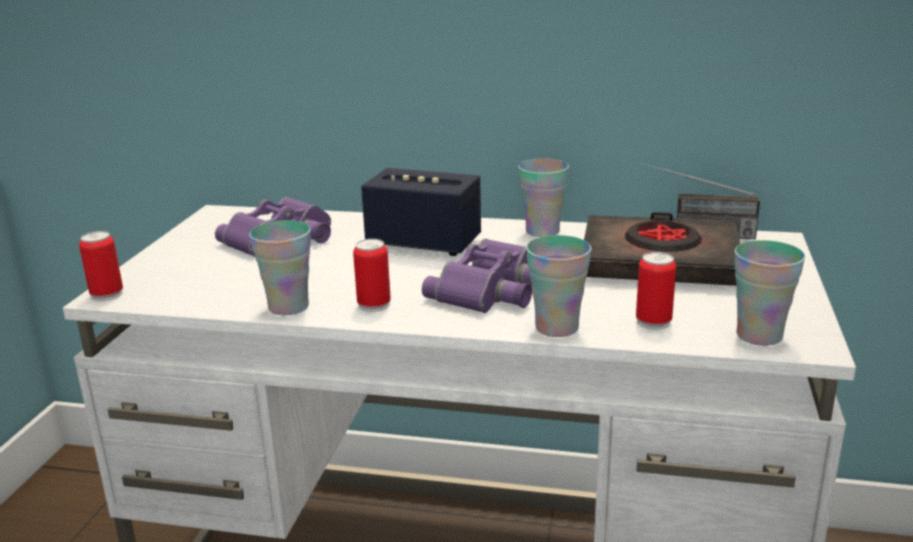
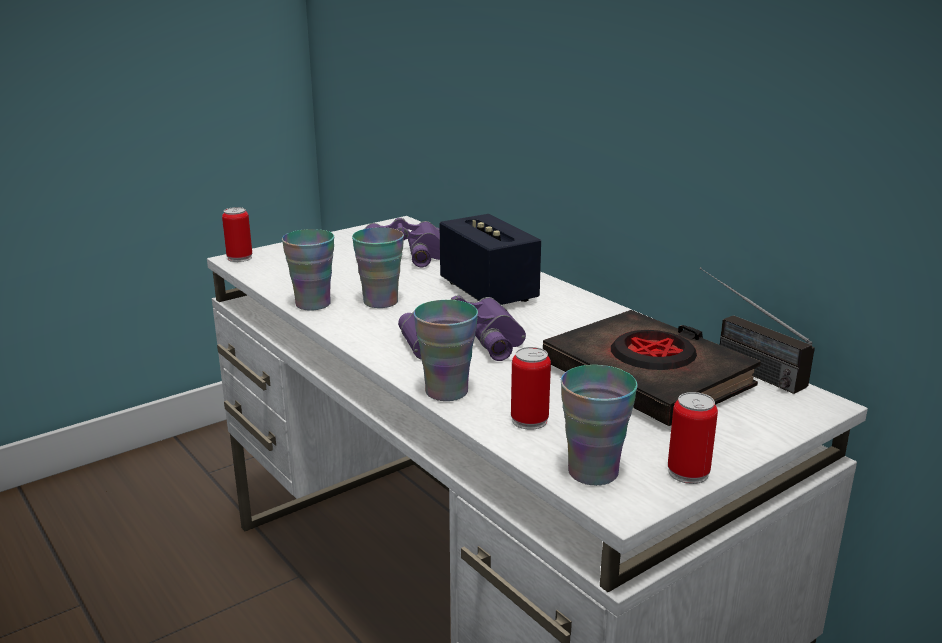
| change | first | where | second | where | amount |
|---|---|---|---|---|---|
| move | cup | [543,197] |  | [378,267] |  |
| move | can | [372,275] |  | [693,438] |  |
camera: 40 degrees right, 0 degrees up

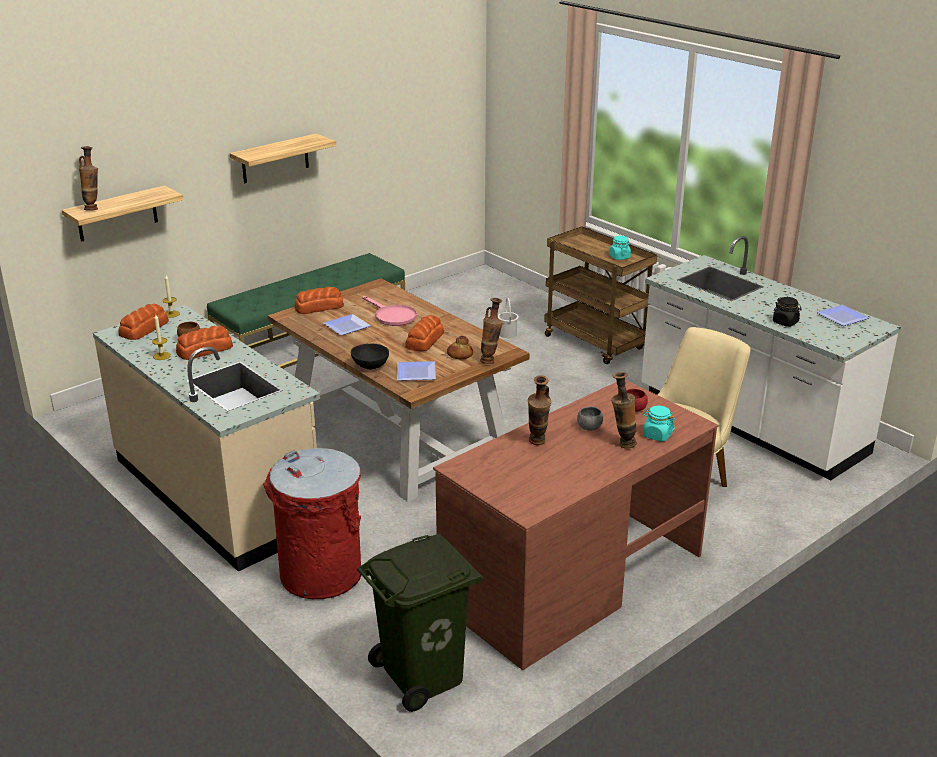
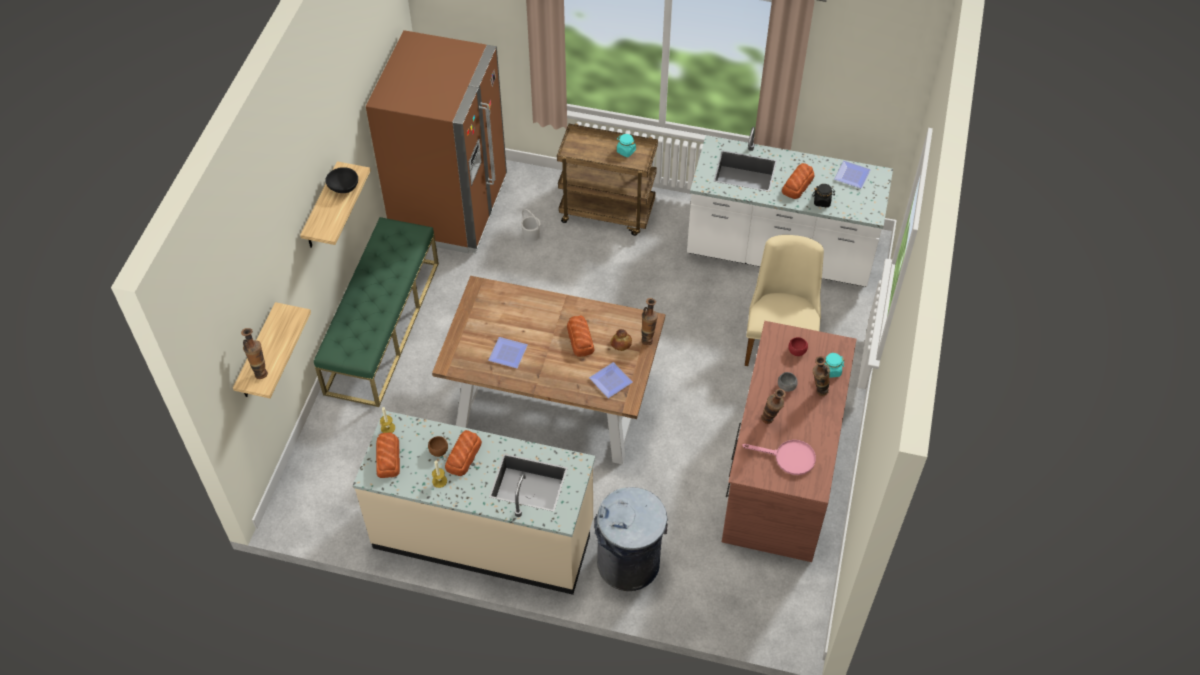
| change | first | where | second | where | amount |
|---|---|---|---|---|---|
| move | bowl (black) | [370,356] |  | [341,180] |  |
| insert |  |  | fridge (brown) | [436,141] |  |
| recolor | trash can (red) | [312,523] | trash can (grey) | [631,539] |  |
| move | frying pan (pink) | [390,311] |  | [779,457] |  |
| move | bread | [319,300] |  | [798,181] |  |
| delete | trash can (green) | [420,622] |  |  |  |
camera: 35 degrees left, 25 degrees up

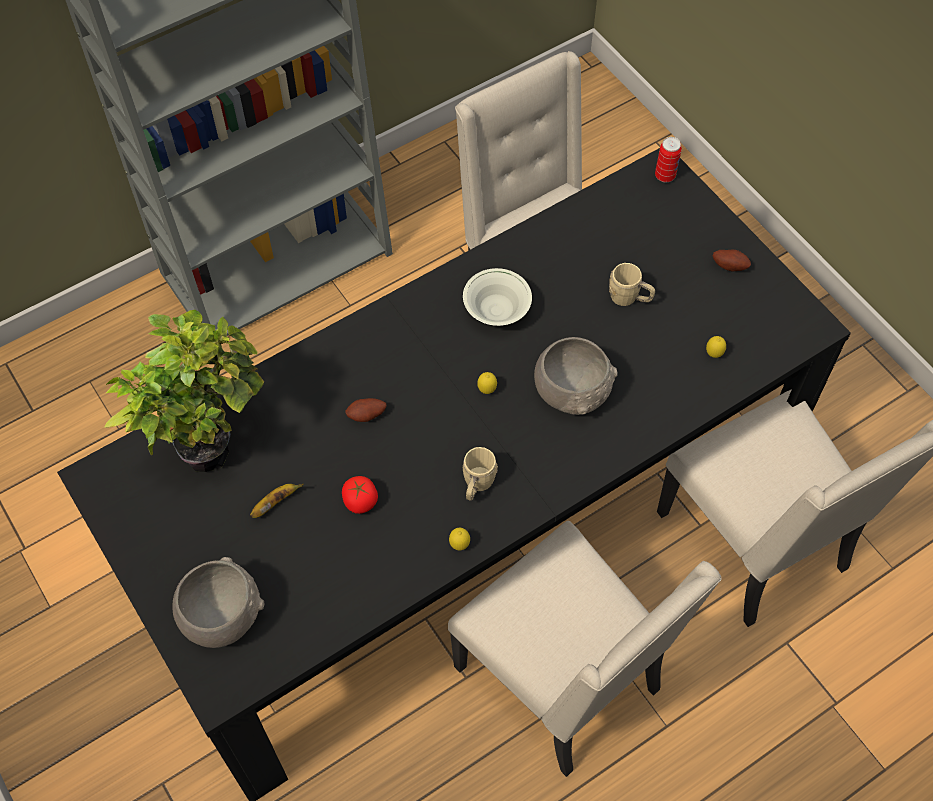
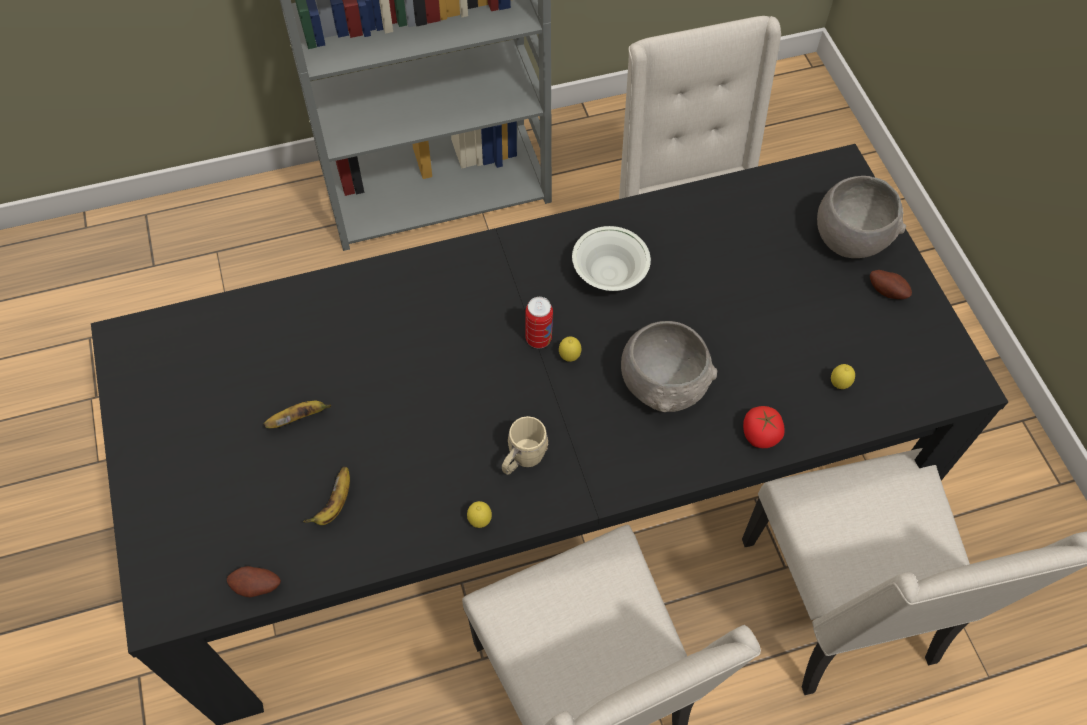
| change | first | where | second | where | amount |
|---|---|---|---|---|---|
| move | potato | [366,410] |  | [254,581] |  |
| insert |  |  | banana | [326,496] |  |
| move | can | [668,159] |  | [539,322] |  |
| move | tomato | [360,495] |  | [764,427] |  |
| move | bowl (grey) | [218,602] |  | [861,217] |  |
| delete | potted plant | [184,391] |  |  |  |
| delete | mug (beige) | [632,284] |  |  |  |
camera: 15 degrees right, 0 degrees up

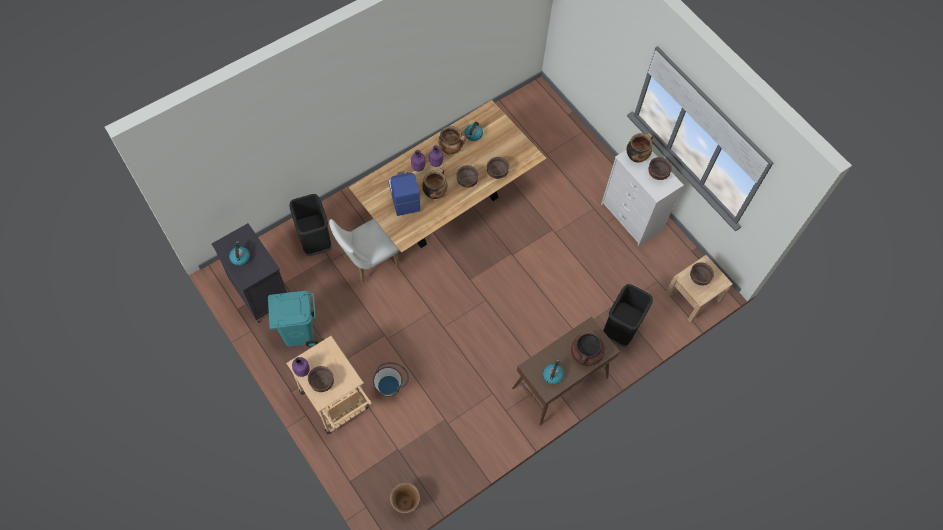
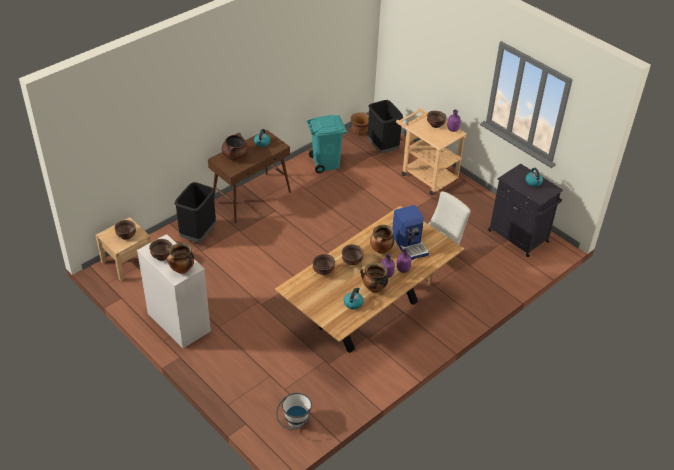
| change | first | where | second | where | amount |
|---|---|---|---|---|---|
| move | bucket (white) | [391,379] |  | [294,411] |  |
| move | trash can (turquoise) | [293,319] |  | [326,144] |  |
| move | trash can (black) | [310,225] |  | [385,126] |  |
camera: 175 degrees right, 20 degrees down

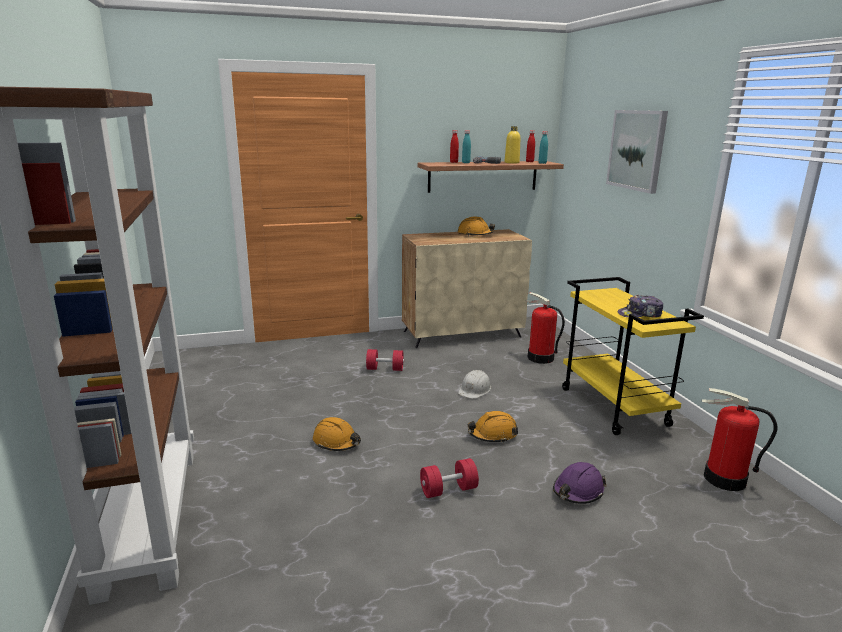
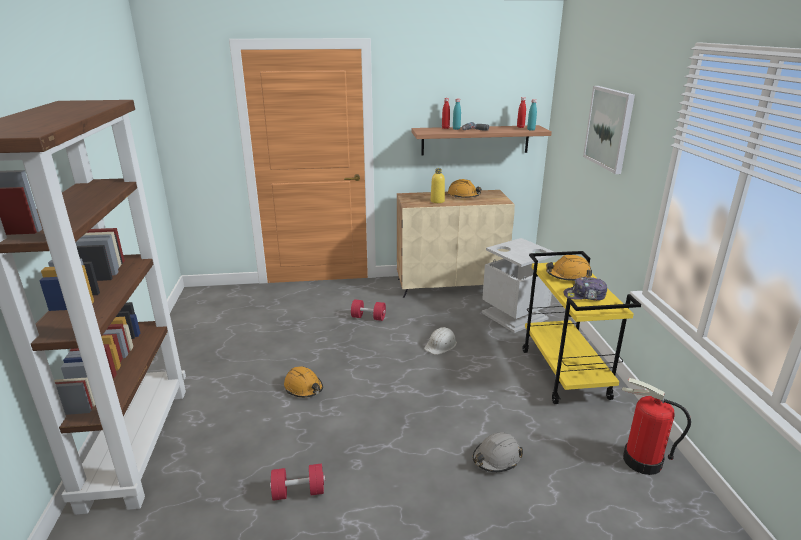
| change | first | where | second | where | amount |
|---|---|---|---|---|---|
| move | dumbbell (red) | [449,478] |  | [297,482] |  |
| move | bottle (yellow) | [512,145] |  | [438,185] |  |
| recolor | hard hat (purple) | [579,483] | hard hat (grey) | [498,452] |  |
| replace | fire extinguisher | [545,328] | trash can (grey) | [519,285] |  |
| move | hard hat (orange) | [493,427] |  | [569,268] |  |
camera: 10 degrees right, 5 degrees up

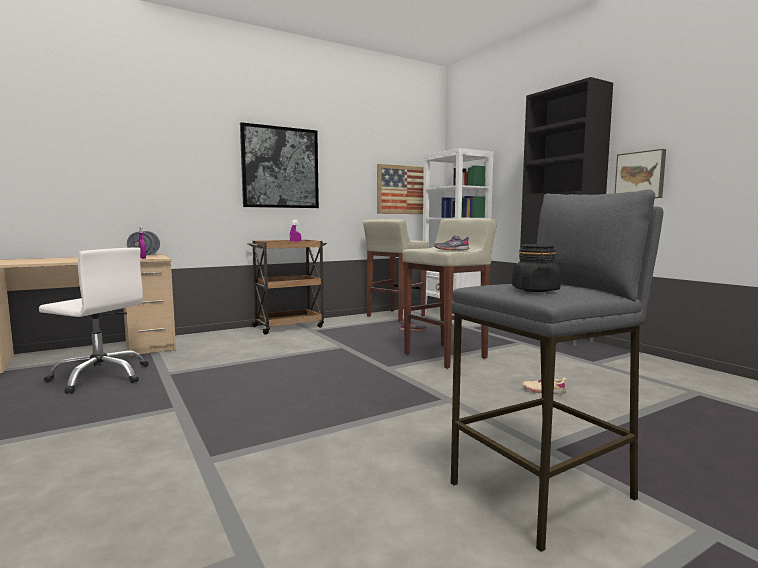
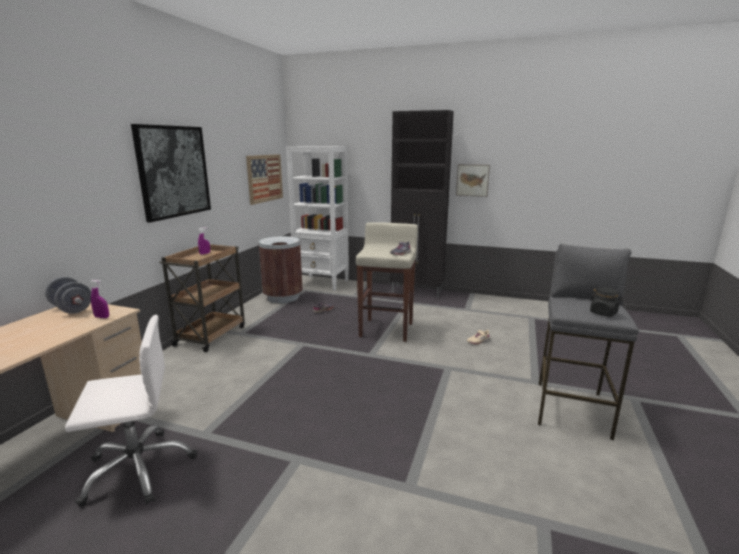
| change | first | where | second | where | amount |
|---|---|---|---|---|---|
| replace | stool (beige) | [395,271] | trash can (brown) | [280,269] |  |
camera: 40 degrees left, 10 degrees up

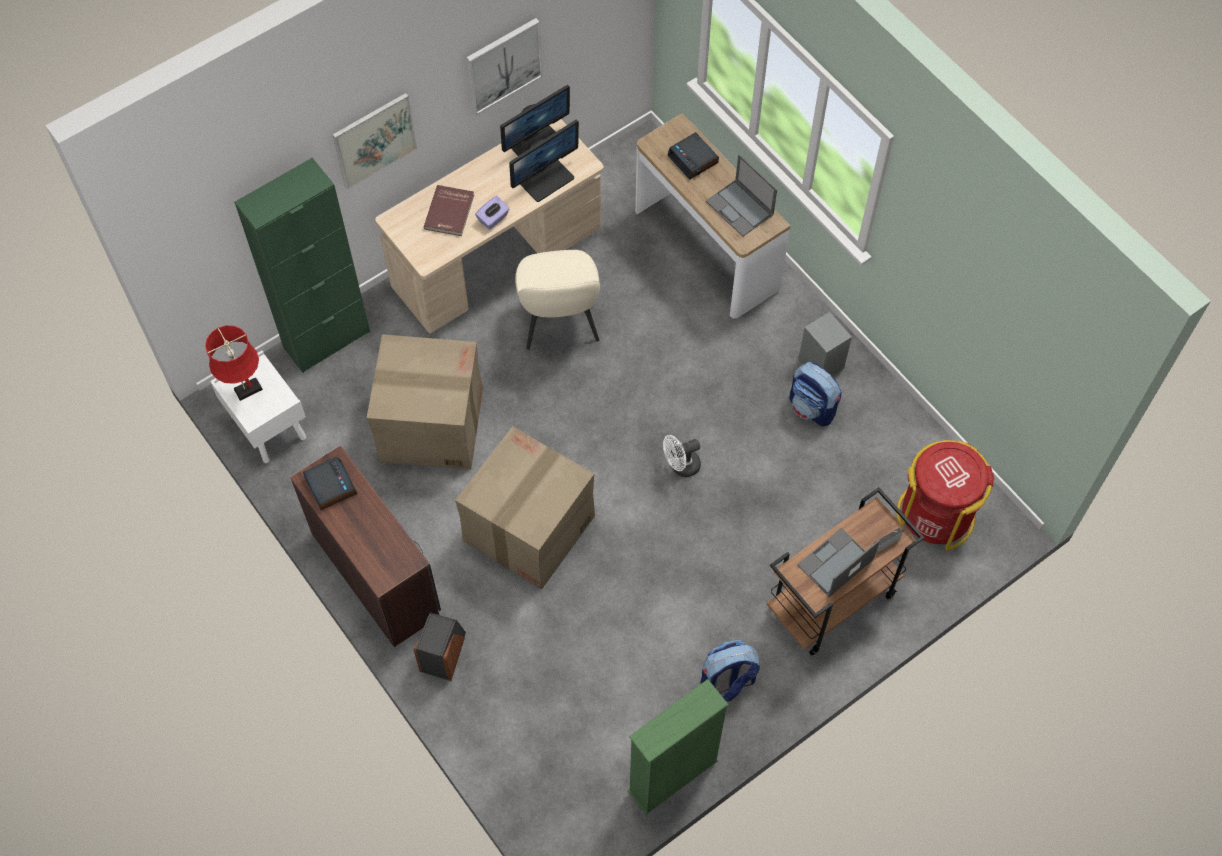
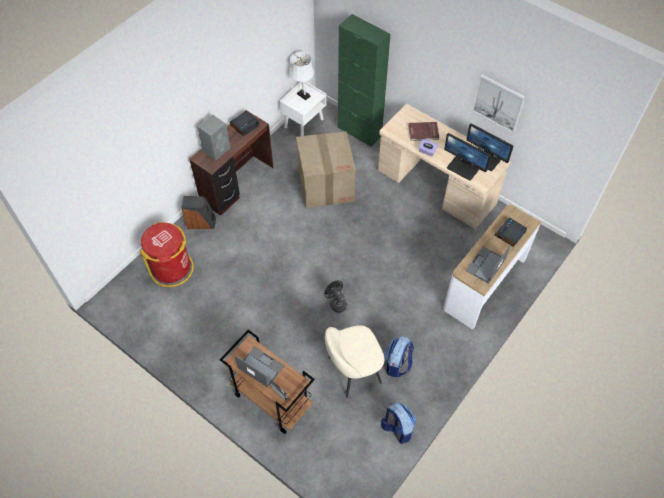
| change | first | where | second | where | amount |
|---|---|---|---|---|---|
| move | trash can (red) | [945,495] |  | [167,254] |  |
| move | speaker (grey) | [825,344] |  | [213,137] |  |
| recolor | table lamp (red) | [234,363] | table lamp (white) | [301,76] |  |
| recolor | fan (white) | [682,456] | fan (black) | [335,296] |  |
| move | chair (beige) | [557,300] |  | [355,361] |  |
| move | backpack | [730,670] |  | [398,423] |  |
| delete | picture | [374,141] |  |  |  |
| delete | cardboard box | [525,508] |  |  |  |
| delete | bookcase (green) | [678,747] |  |  |  |
camera: 75 degrees right, 5 degrees down

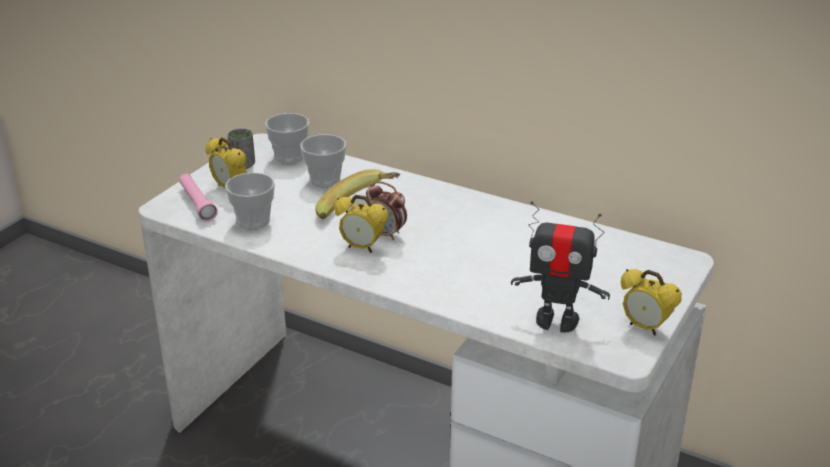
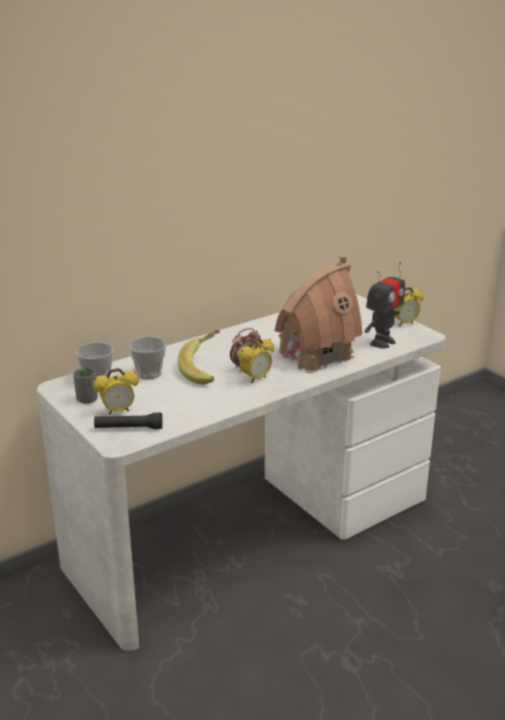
| change | first | where | second | where | amount |
|---|---|---|---|---|---|
| recolor | flashlight (pink) | [198,197] | flashlight (black) | [128,421] |  |
| insert |  |  | toy house | [318,314] |  |
| delete | cup | [250,201] |  |  |  |
camera: 65 degrees left, 5 degrees down

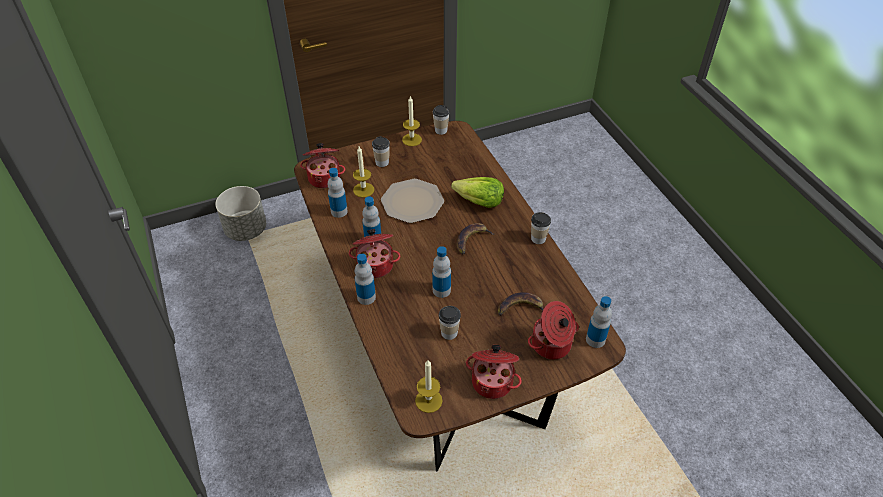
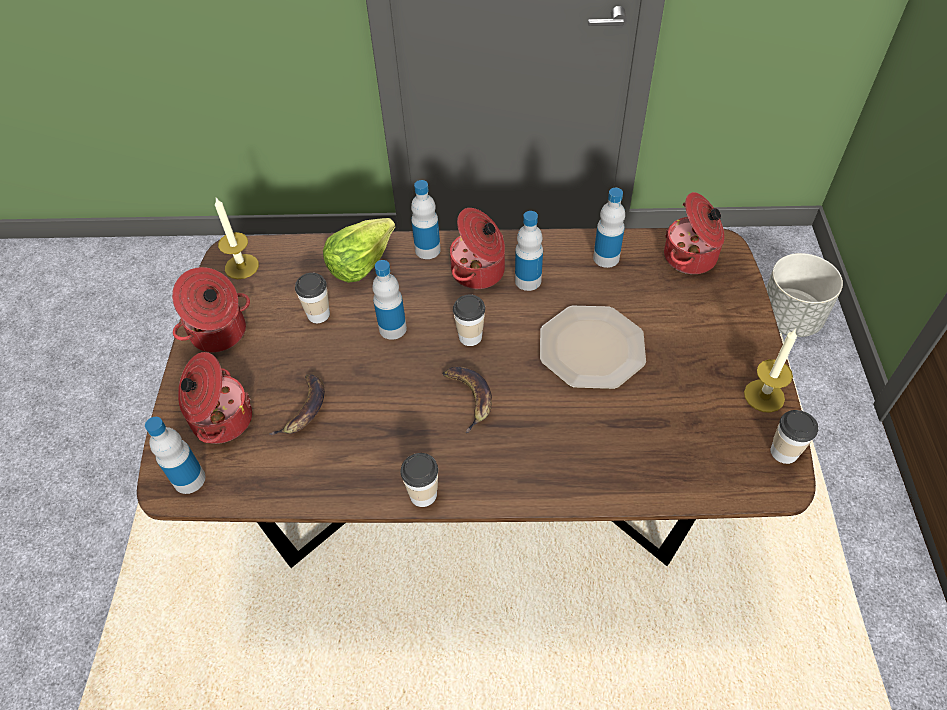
| change | first | where | second | where | amount |
|---|---|---|---|---|---|
| move | lettuce | [477,192] |  | [359,250] |  |
| move | cup | [381,151] |  | [469,320] |  |
| delete | candle | [363,172] |  |  |  |
camera: 115 degrees right, 5 degrees up

